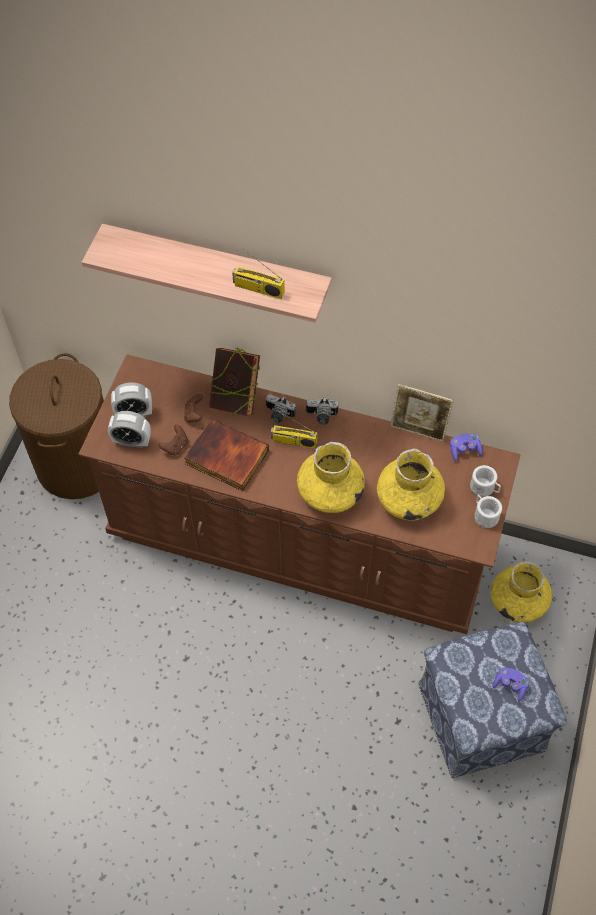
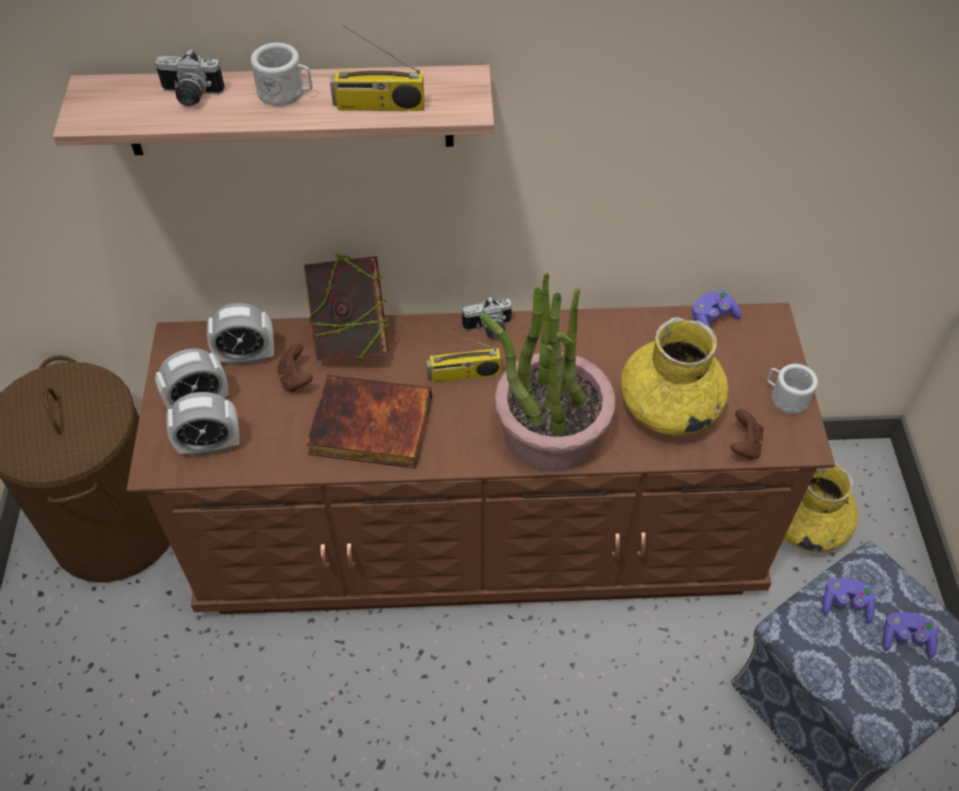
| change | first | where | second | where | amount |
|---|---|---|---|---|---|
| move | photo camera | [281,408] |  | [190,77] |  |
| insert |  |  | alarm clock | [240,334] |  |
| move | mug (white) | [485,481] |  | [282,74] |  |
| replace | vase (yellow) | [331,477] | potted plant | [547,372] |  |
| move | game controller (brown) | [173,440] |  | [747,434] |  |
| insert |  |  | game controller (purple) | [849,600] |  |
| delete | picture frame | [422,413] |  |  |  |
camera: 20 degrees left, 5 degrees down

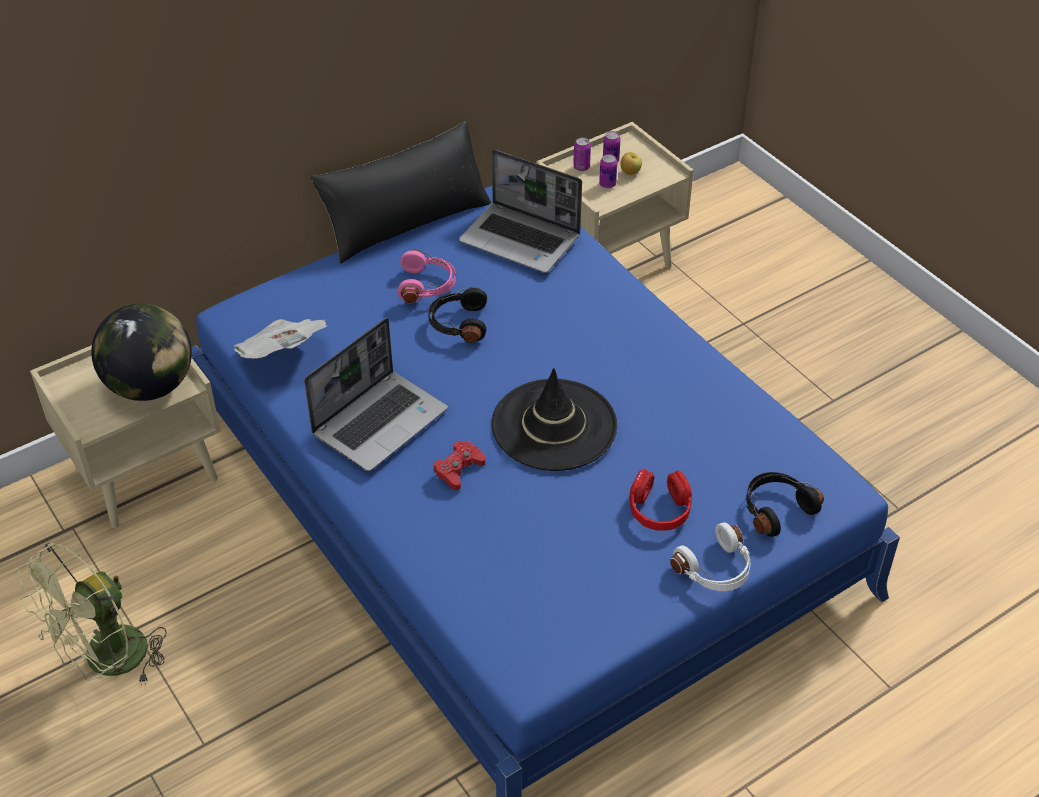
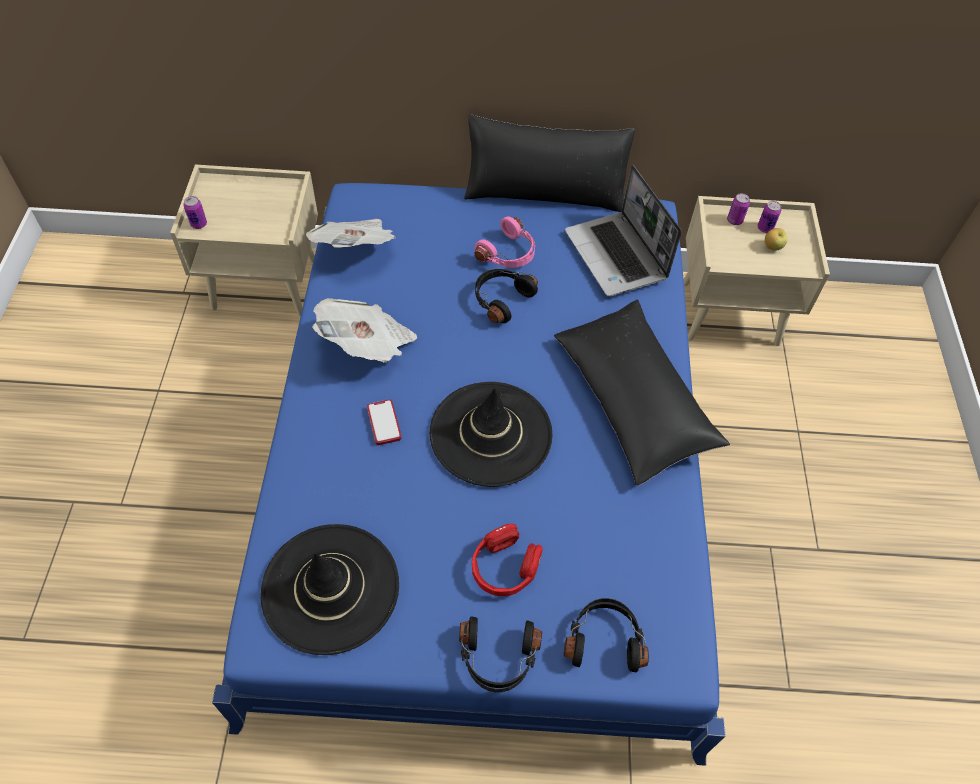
| change | first | where | second | where | amount |
|---|---|---|---|---|---|
| move | can | [608,171] |  | [195,212] |  |
| insert |  |  | hat (black) | [330,589] |  |
| replace | laptop | [376,394] | newspaper | [364,330] |  |
| replace | game controller (red) | [459,465] | phone | [384,422] |  |
| recolor | headphones (white) | [710,556] | headphones (black) | [500,654] |  |
| insert |  |  | pillow (black) | [642,393] |  |
| delete | fan (green) | [92,614] |  |  |  |
| delete | globe | [141,352] |  |  |  |
camera: 35 degrees right, 10 degrees up

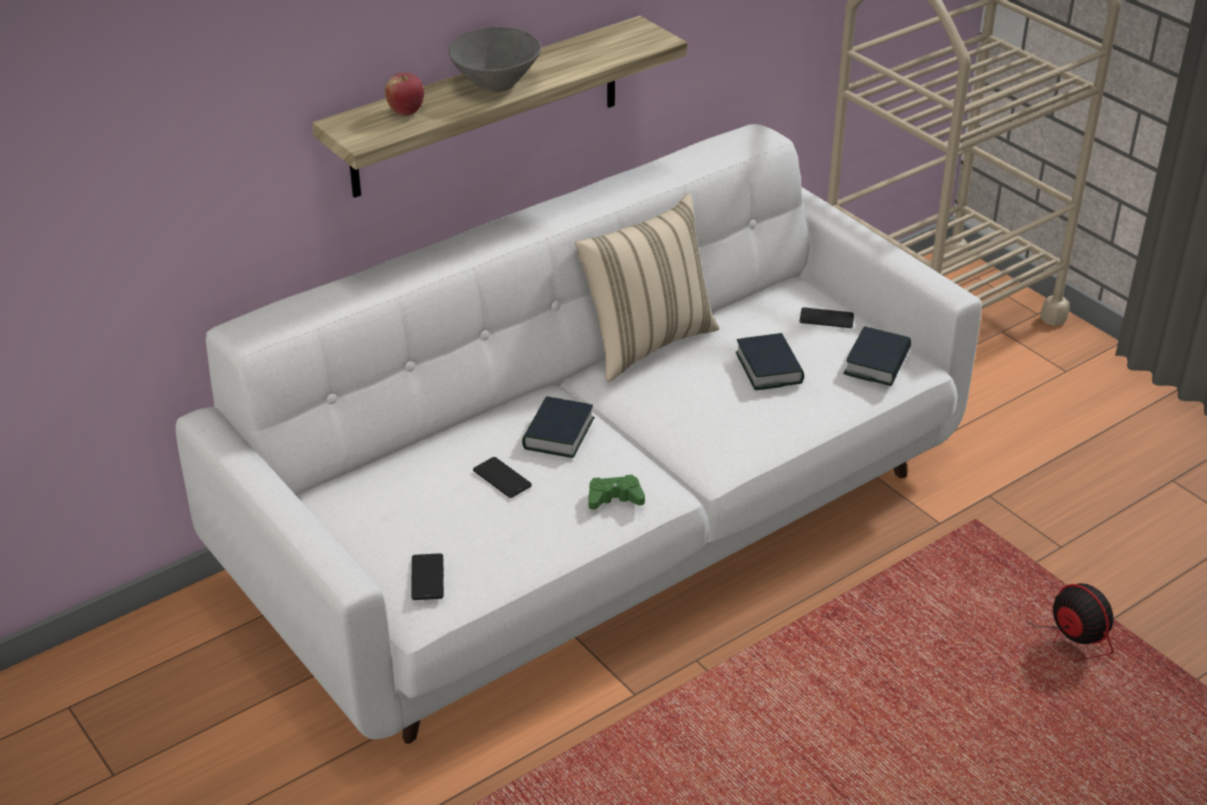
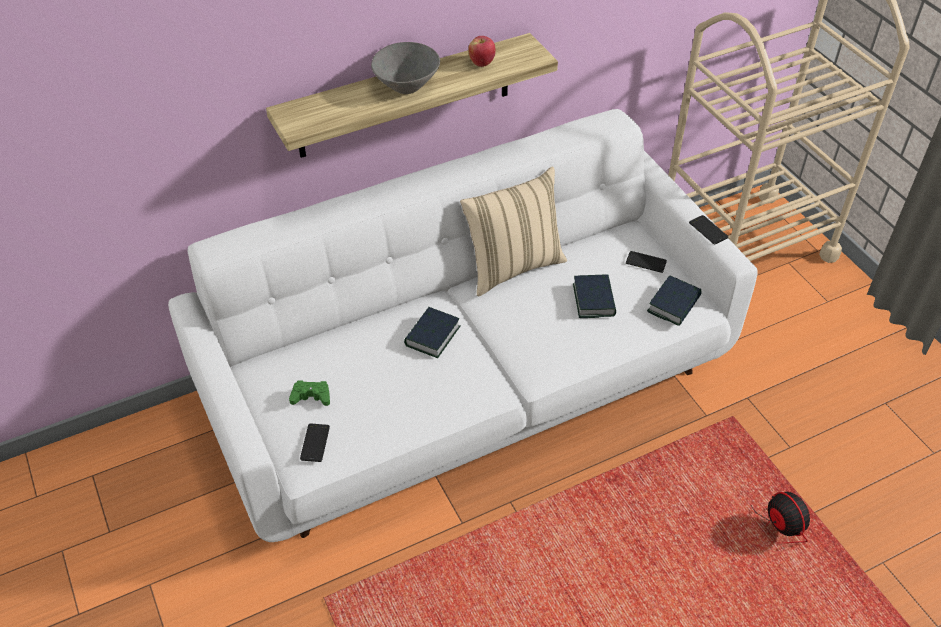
| change | first | where | second | where | amount |
|---|---|---|---|---|---|
| move | game controller (green) | [616,492] |  | [309,393] |  |
| move | apple | [404,94] |  | [482,51] |  |
| move | phone | [502,477] |  | [708,230] |  |
camera: 10 degrees right, 10 degrees up

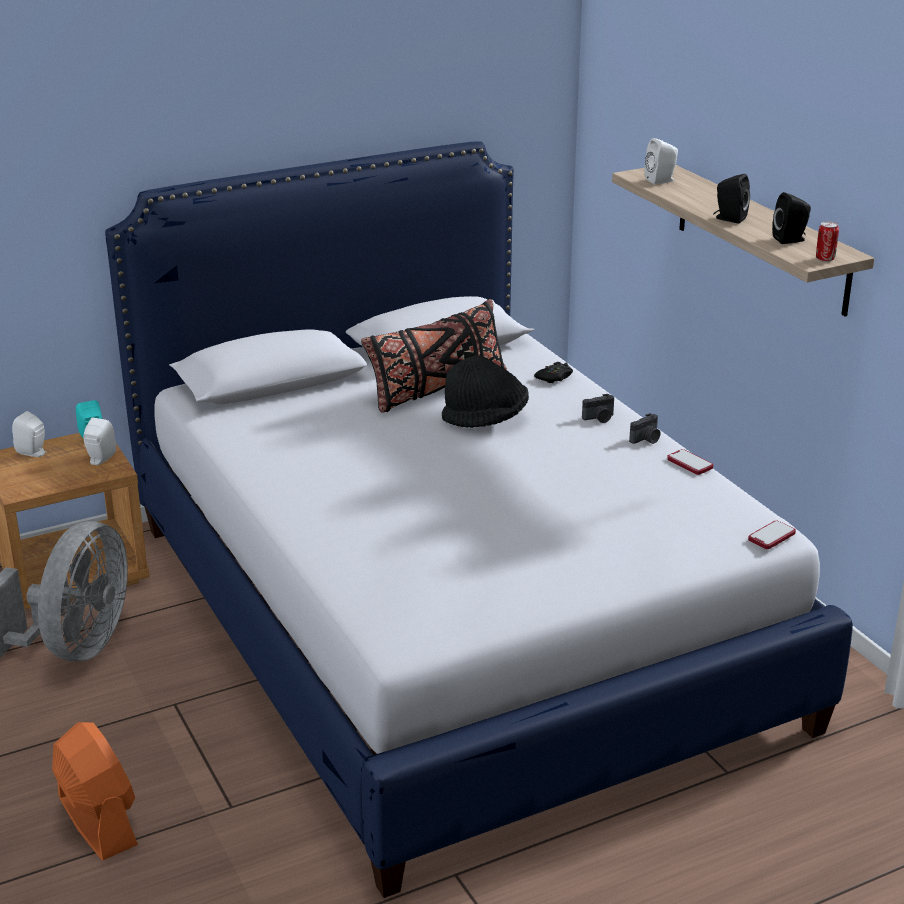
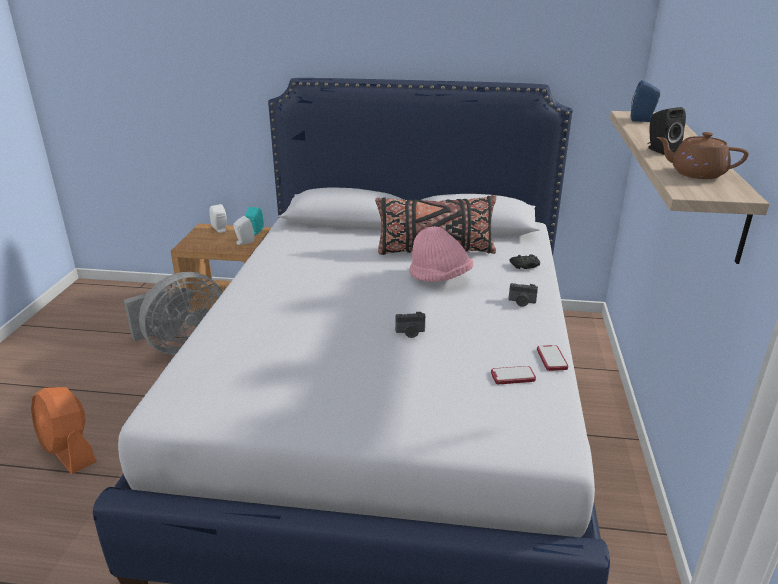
| change | first | where | second | where | amount |
|---|---|---|---|---|---|
| rotate | fan (orange) | [95,791] |  | [64,430] | 135 degrees clockwise |
| move | photo camera | [644,428] |  | [410,325] |  |
| recolor | hat (black) | [485,391] | hat (pink) | [441,254] |  |
| move | phone | [772,535] |  | [513,375] |  |
| recolor | speaker (white) | [661,161] | speaker (blue) | [645,101] |  |
| replace | speaker (black) | [791,218] | teapot (brown) | [703,155] |  |
| delete | can | [827,241] |  |  |  |
camera: 35 degrees right, 0 degrees up

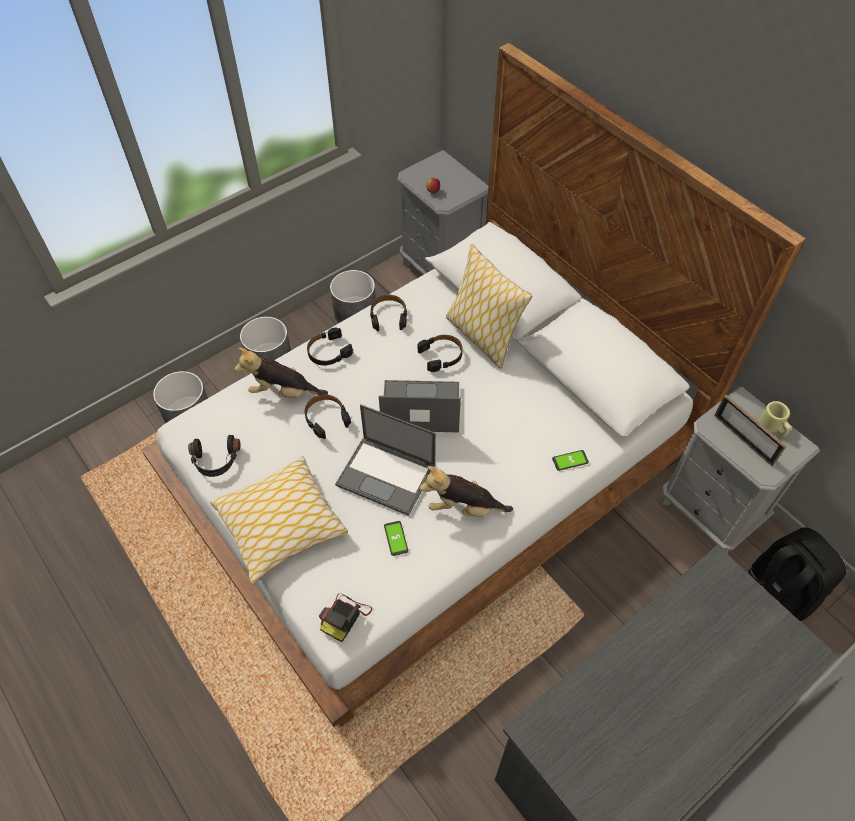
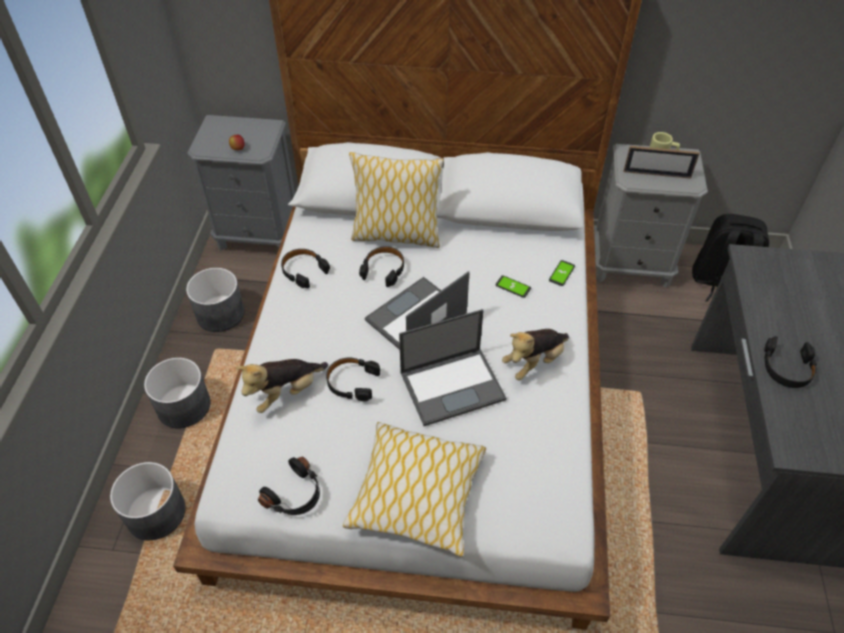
| change | first | where | second | where | amount |
|---|---|---|---|---|---|
| move | phone | [396,538] |  | [513,286] |  |
| move | headphones (black) | [330,346] |  | [790,362] |  |
| delete | photo camera | [345,617] |  |  |  |
camera: 45 degrees left, 5 degrees down

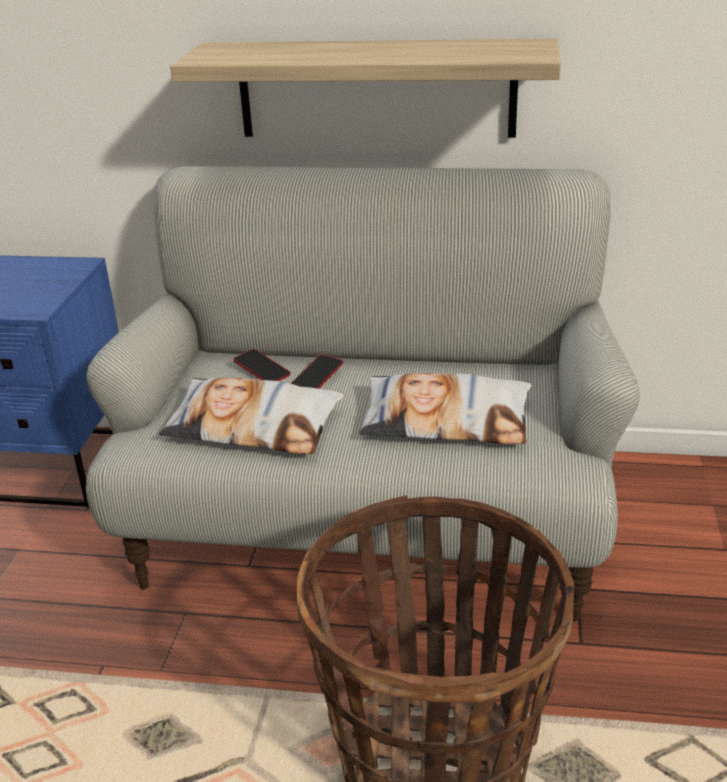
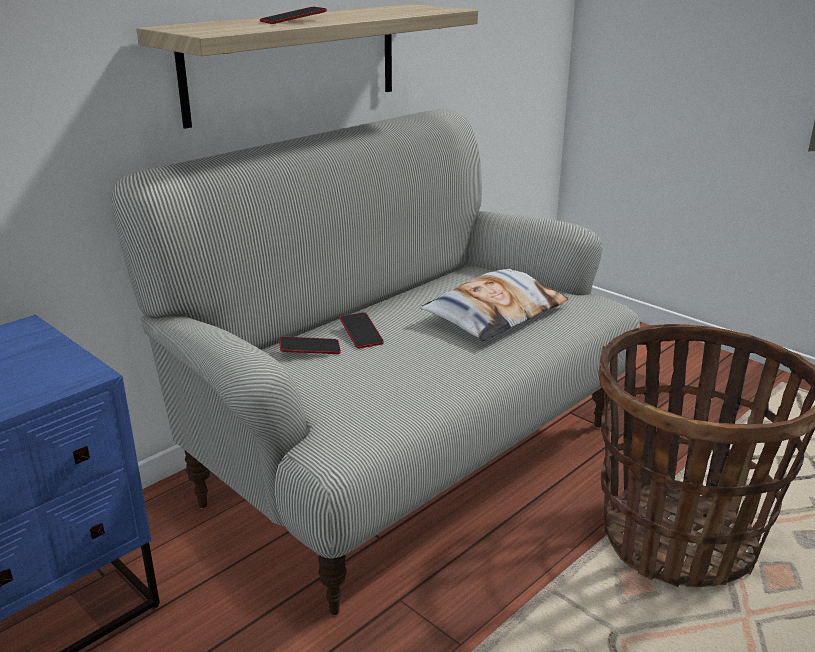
| change | first | where | second | where | amount |
|---|---|---|---|---|---|
| insert |  |  | phone | [293,15] |  |
| delete | pillow | [251,416] |  |  |  |
camera: 55 degrees left, 5 degrees down

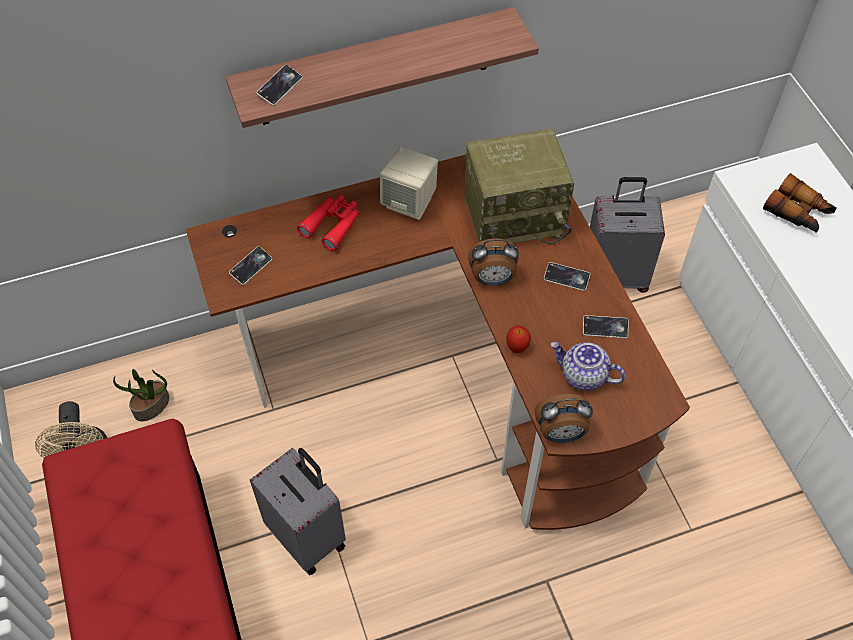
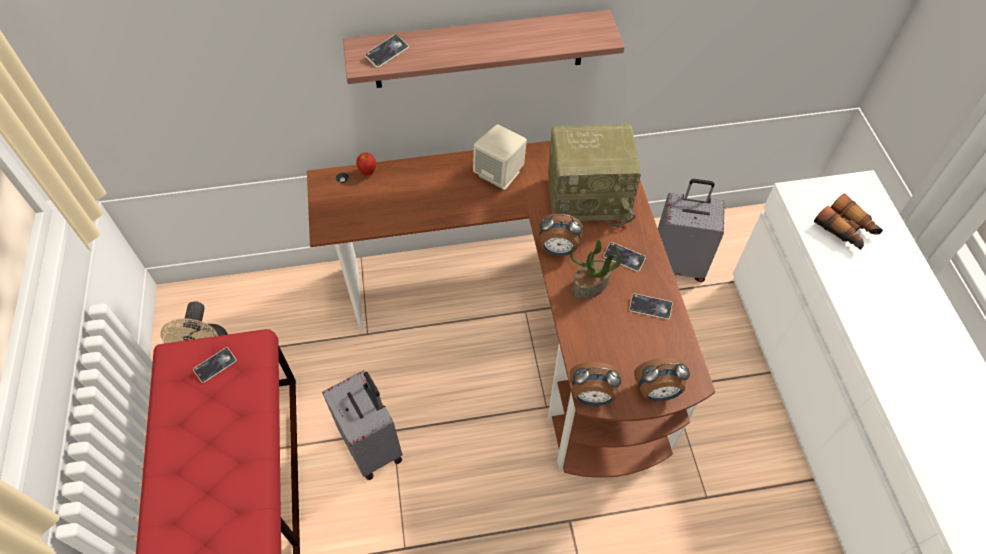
| change | first | where | second | where | amount |
|---|---|---|---|---|---|
| move | phone | [250,265] |  | [215,365] |  |
| move | apple | [518,339] |  | [366,164] |  |
| move | potted plant | [141,395] |  | [595,270] |  |
| insert |  |  | alarm clock | [662,379] |  |
| delete | binoculars (red) | [328,223] |  |  |  |
| delete | teapot | [587,366] |  |  |  |
camera: 10 degrees right, 0 degrees up

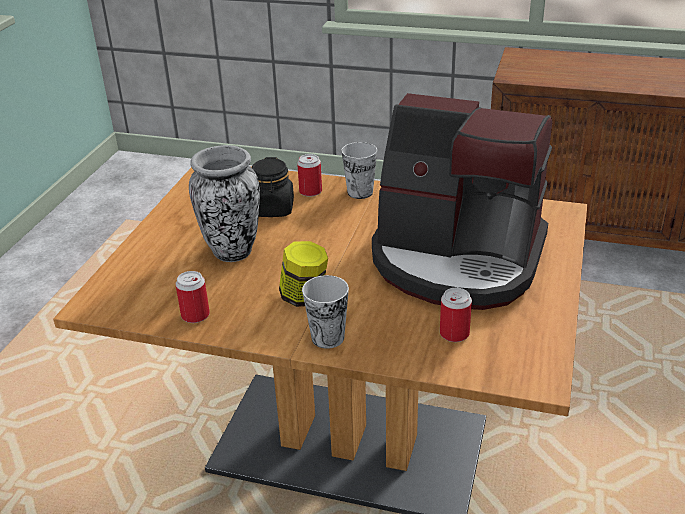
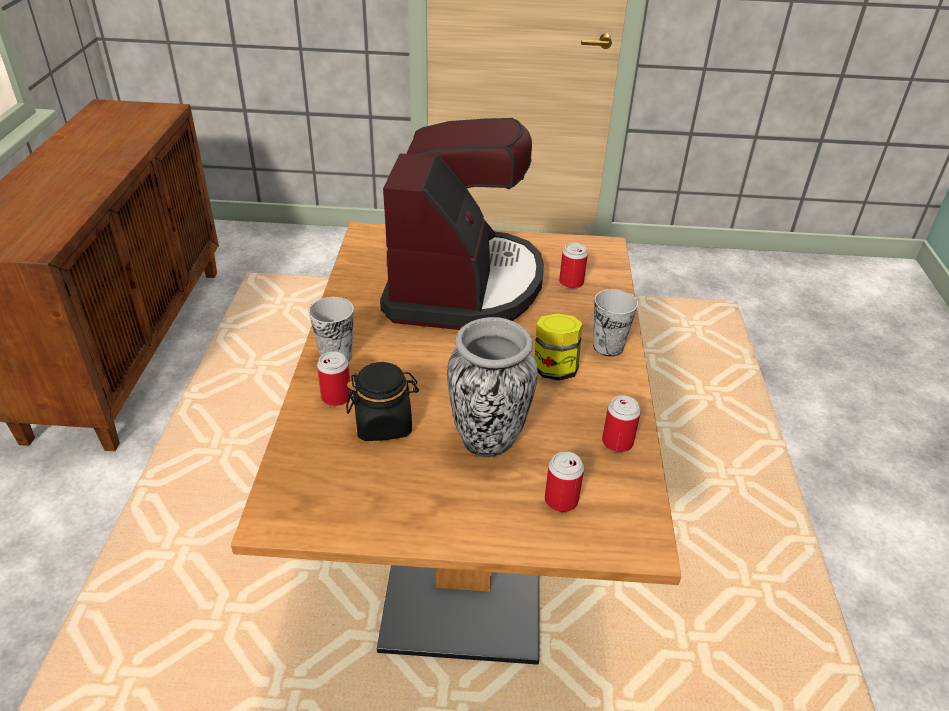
| change | first | where | second | where | amount |
|---|---|---|---|---|---|
| insert |  |  | can | [564,481] |  |
camera: 105 degrees left, 5 degrees up

